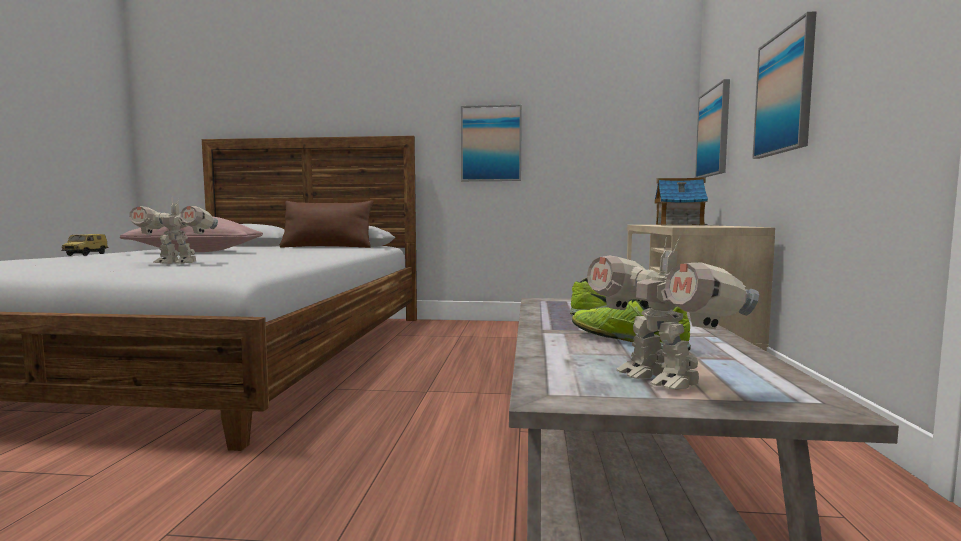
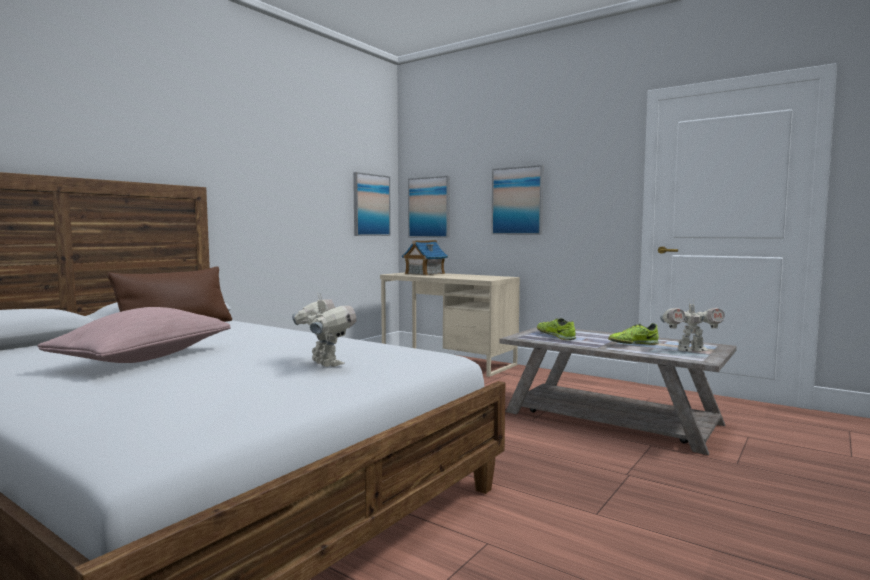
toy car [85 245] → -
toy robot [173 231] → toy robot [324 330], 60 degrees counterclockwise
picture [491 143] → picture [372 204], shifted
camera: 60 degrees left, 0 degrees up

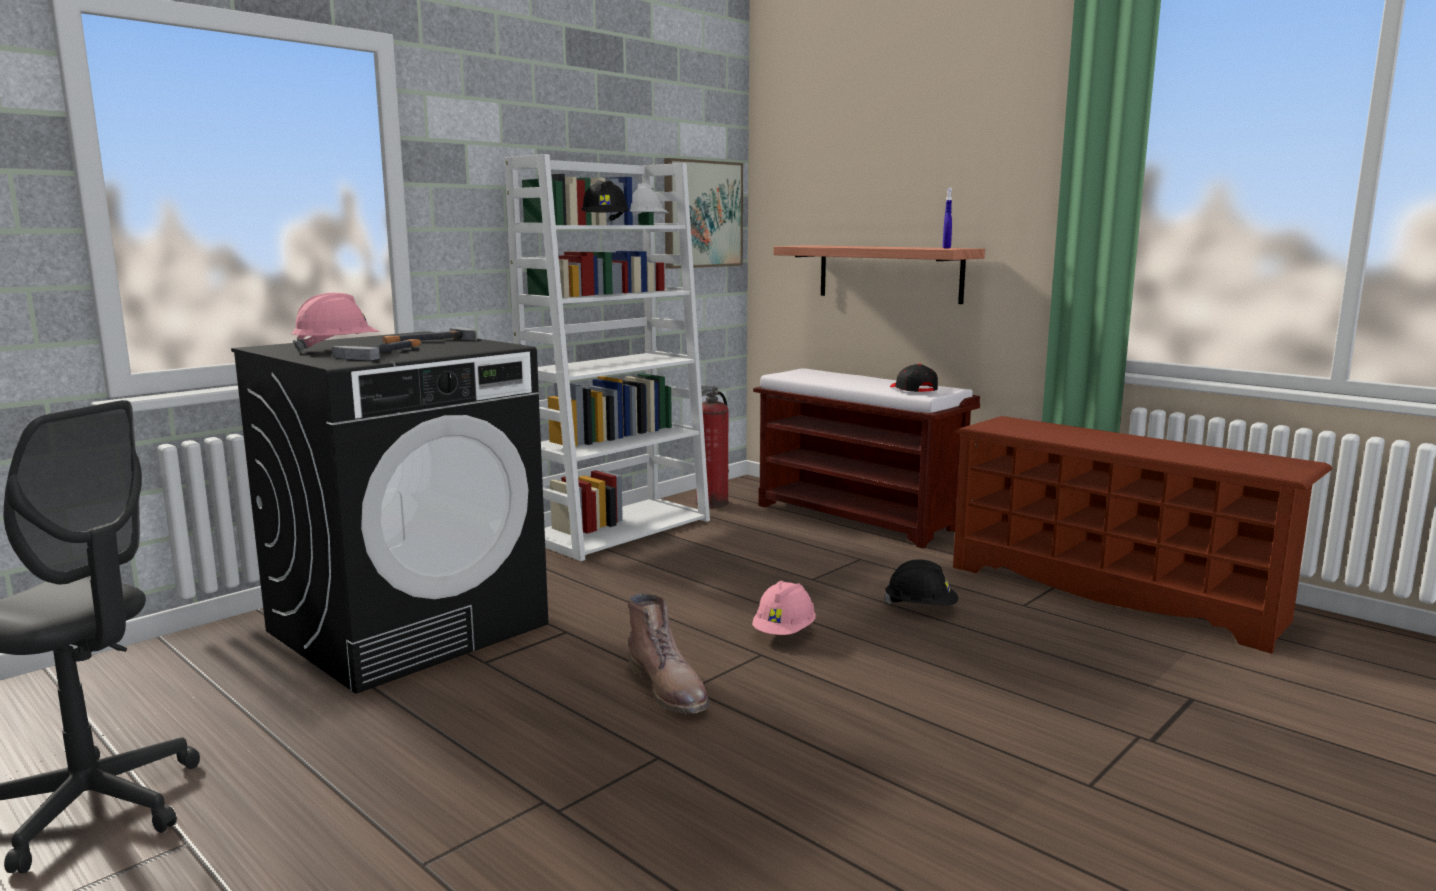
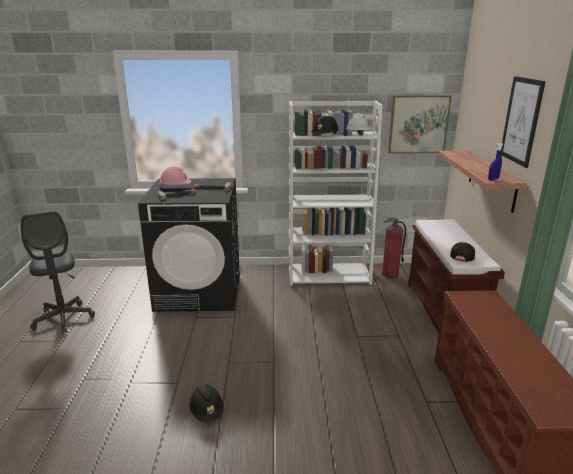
brown boot [669 653] → -
pink hard hat [784 608] → -
black hard hat [921 582] → black hard hat [206 403], shifted
- → picture [523 122]
camera: 45 degrees right, 10 degrees up

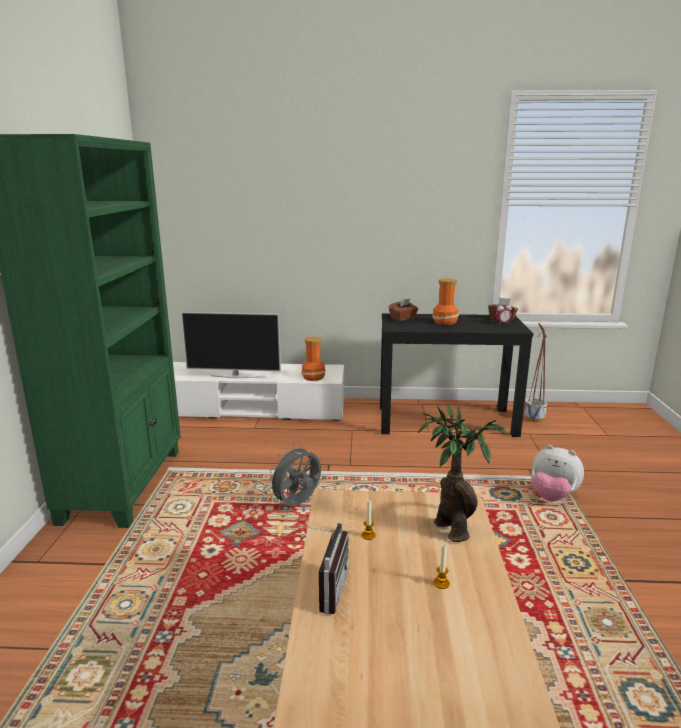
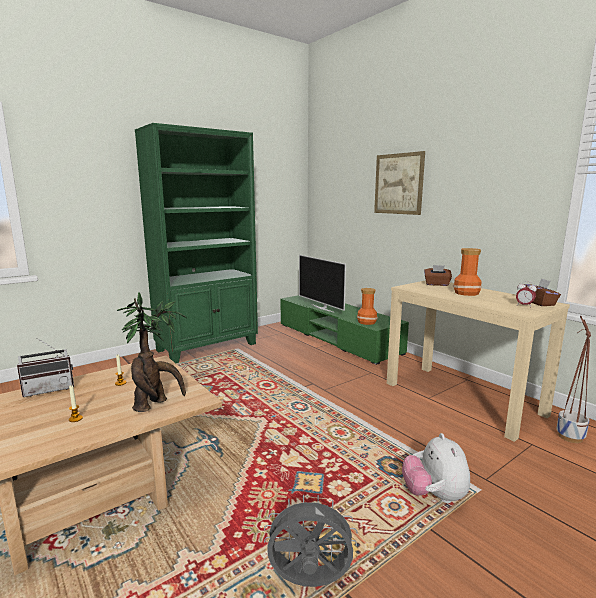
white tv stand [258 391] → green tv stand [345 330]
grey fan [294 475] → grey fan [311 541], shifted
black console table [456 375] → beige console table [478 361]
- → picture [399 183]
camera: 50 degrees right, 5 degrees down

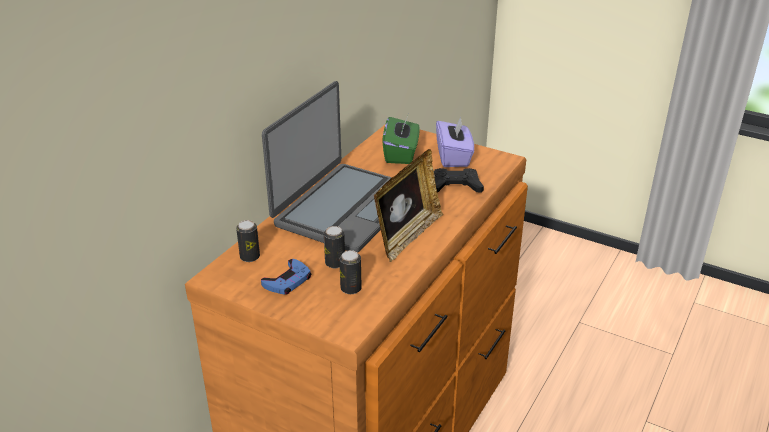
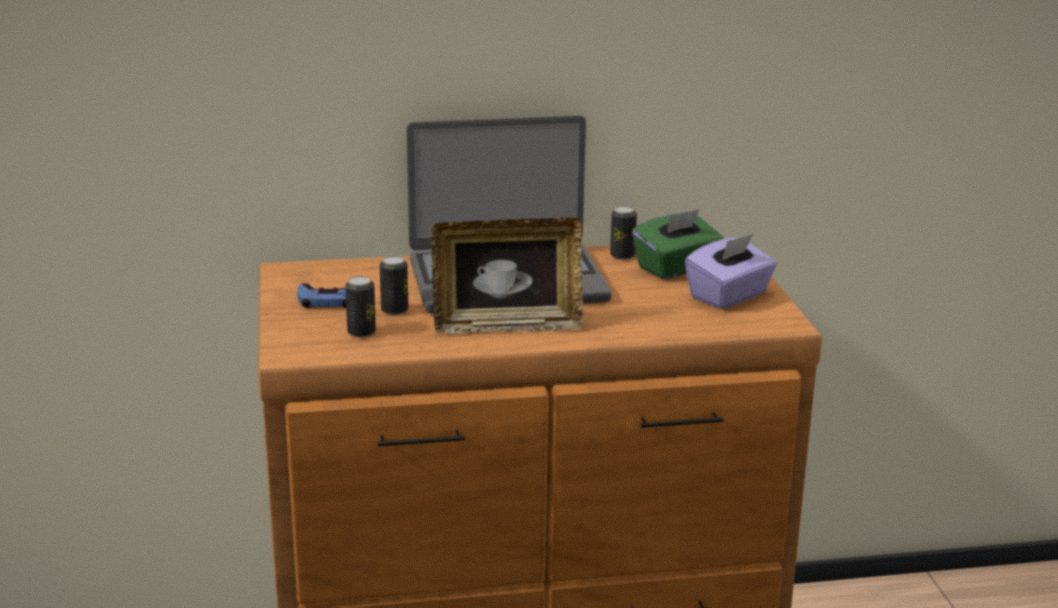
can [248 241] → can [623 233], shifted
black game controller [459 180] → -
camera: 50 degrees right, 10 degrees down

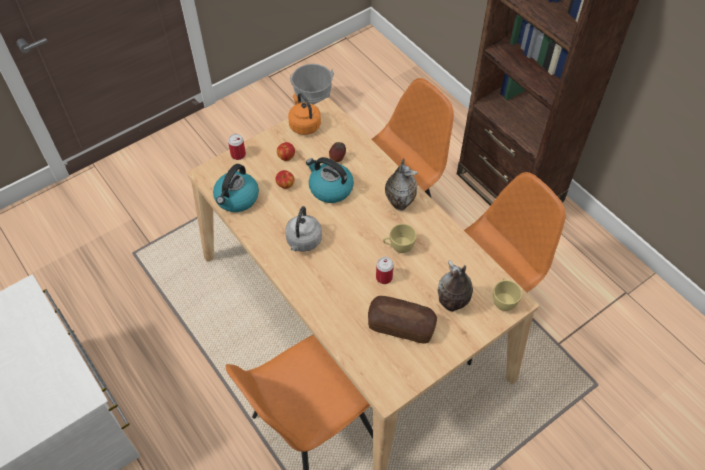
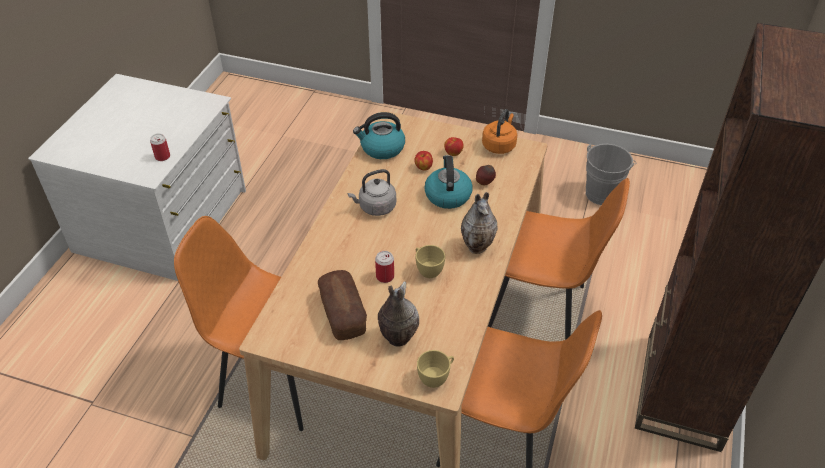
can [237 147] → can [160 147], shifted
camera: 55 degrees right, 10 degrees down

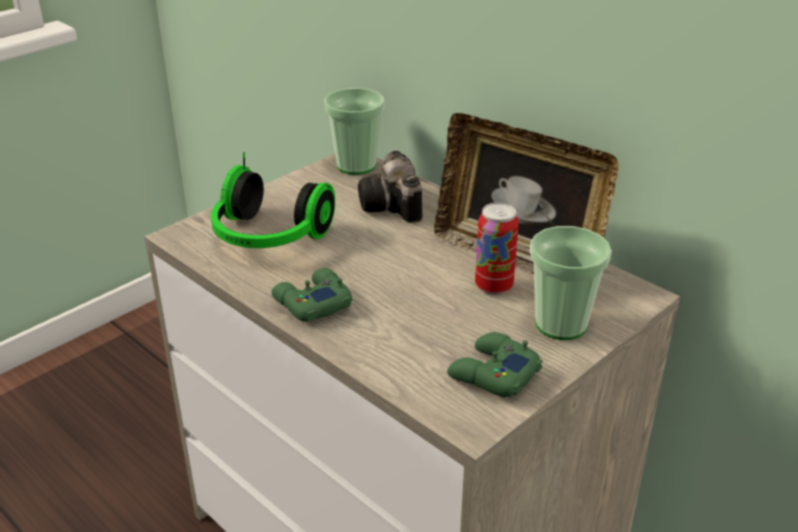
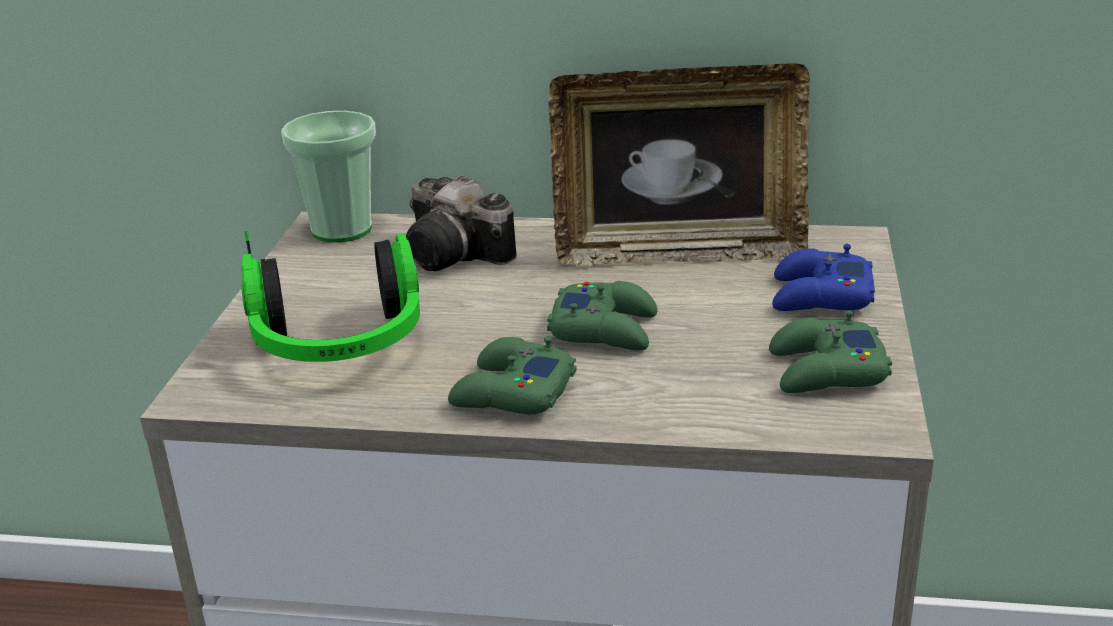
can [497 248] → -
cup [571 283] → blue game controller [823 277]
- → green game controller [602 316]
camera: 35 degrees left, 5 degrees down

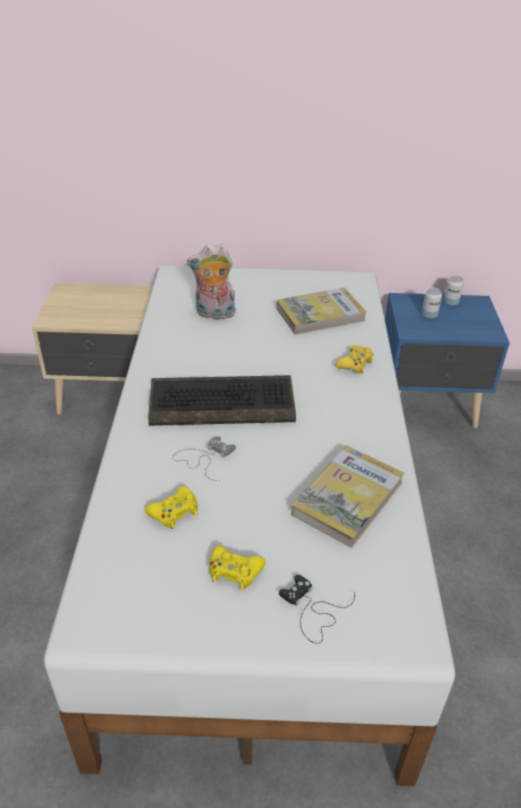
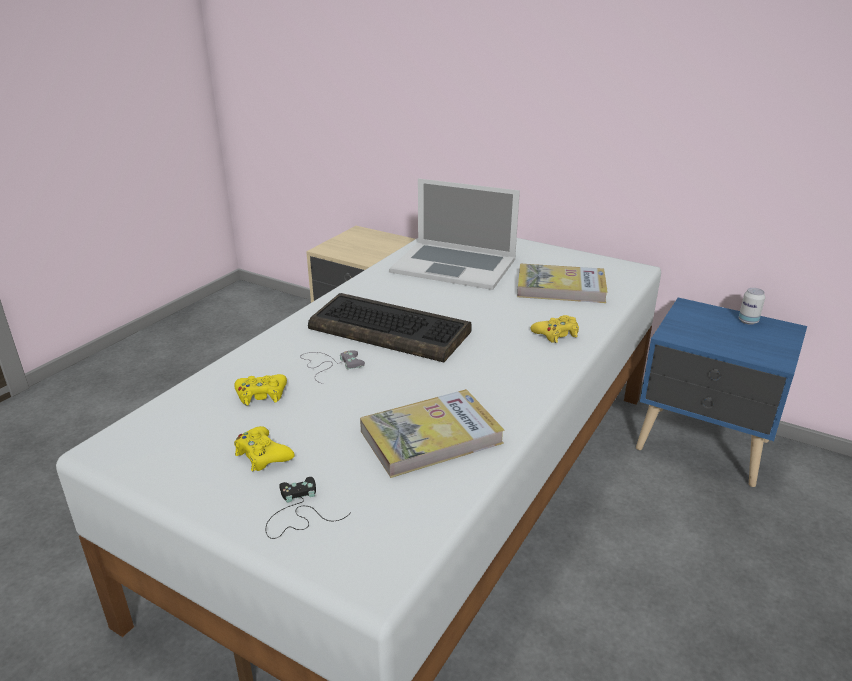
plush toy [211 281] → laptop [454 234]
can [432 303] → -
camera: 30 degrees right, 10 degrees down

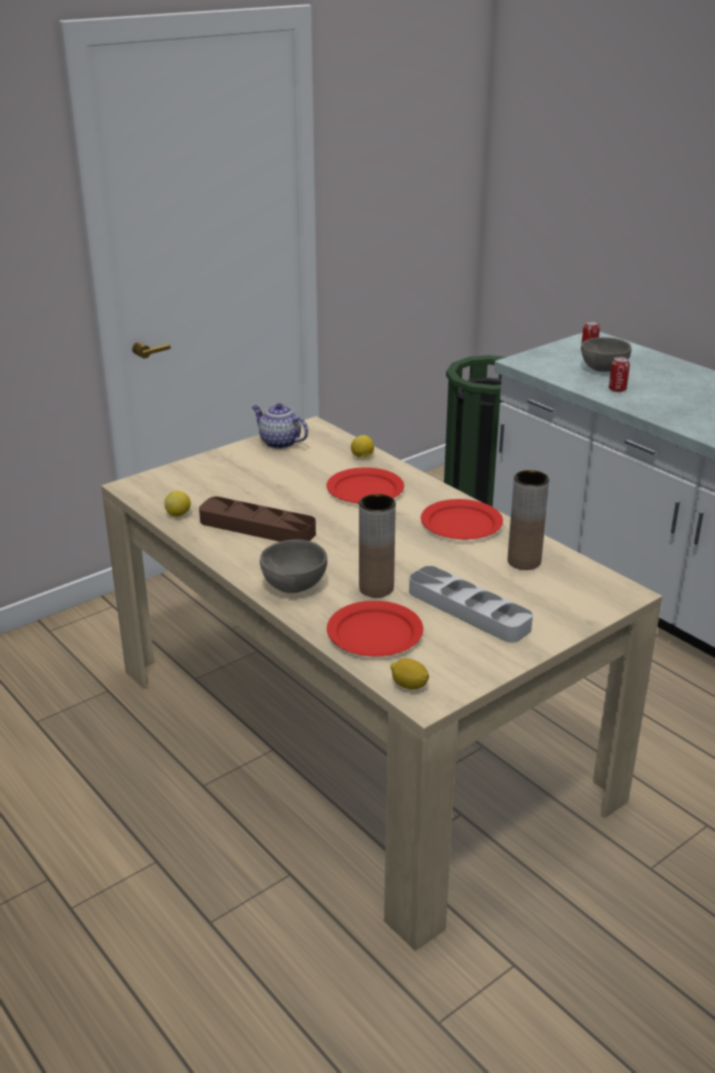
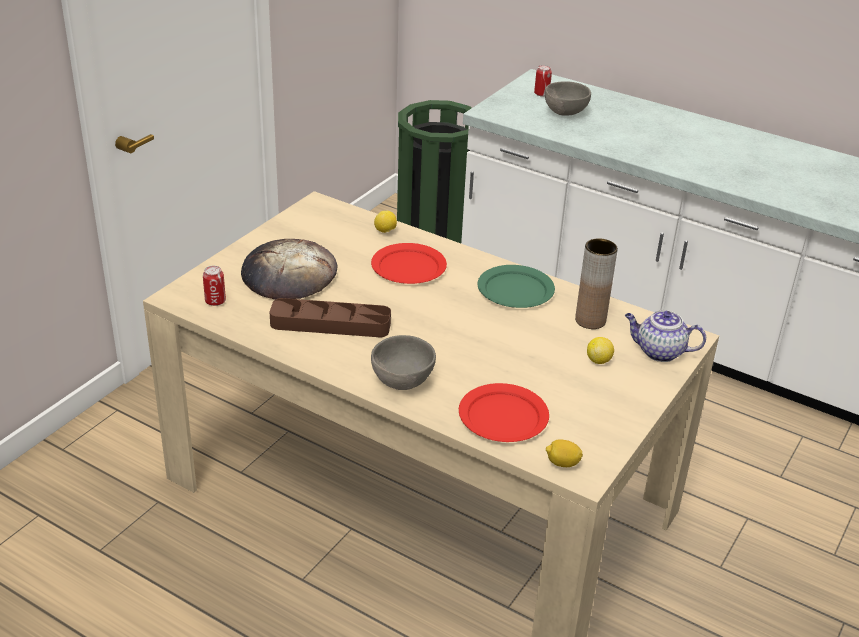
lemon [177 504] → lemon [600 350], shifted
teapot [280 426] → teapot [665 336], shifted
brown vase [377 546] → -
grey tray [471 604] → -
red plate [462 519] → green plate [516 286]
can [619 374] → can [214 286], shifted
- → bread [289 269]
camera: 20 degrees left, 5 degrees up

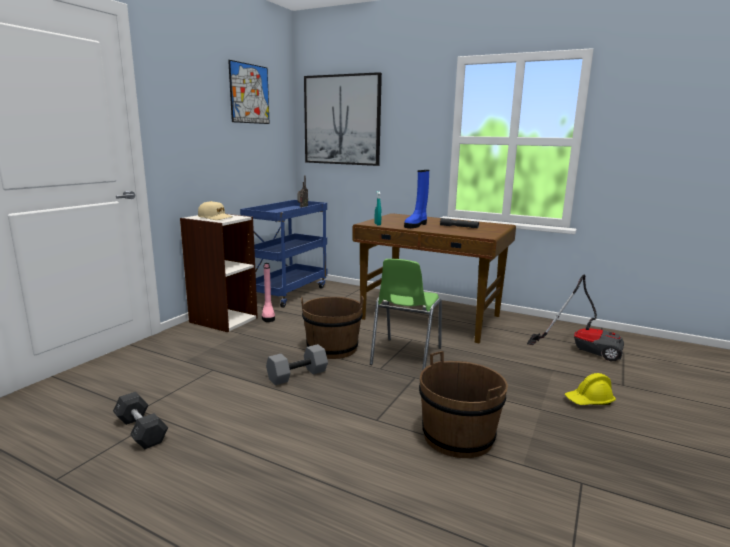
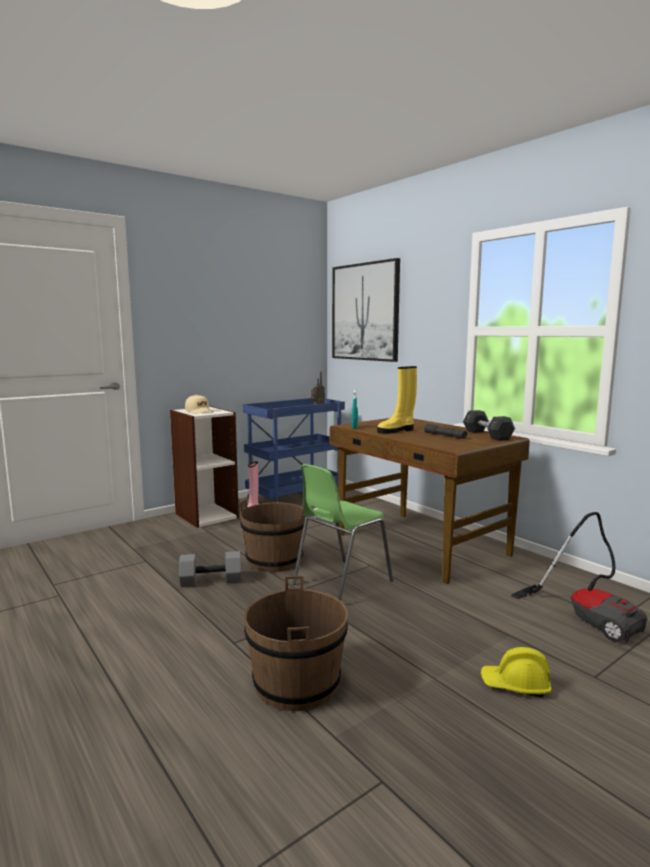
grey dumbbell [140 420] → grey dumbbell [489 425], shifted
picture [249 92] → -
blue boot [416 199] → yellow boot [397 400]
camera: 25 degrees right, 5 degrees down

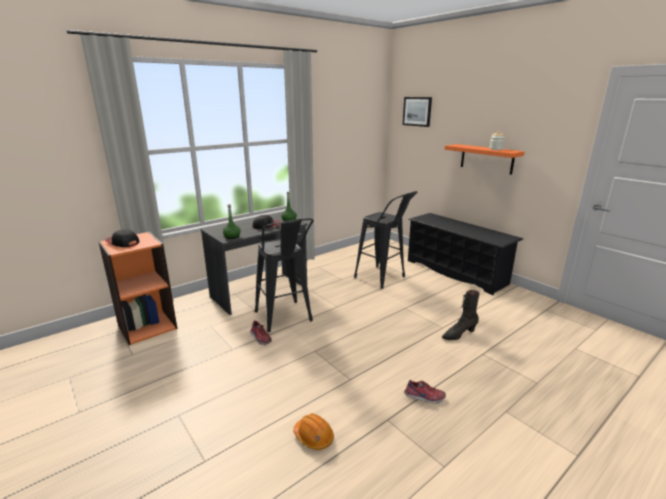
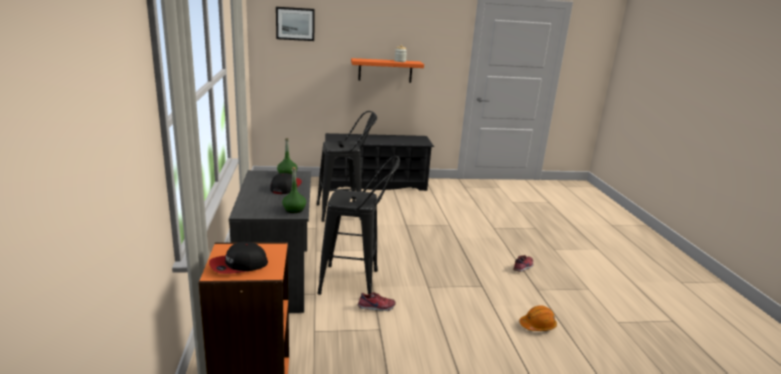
black boot [461 315] → -
camera: 60 degrees left, 0 degrees up

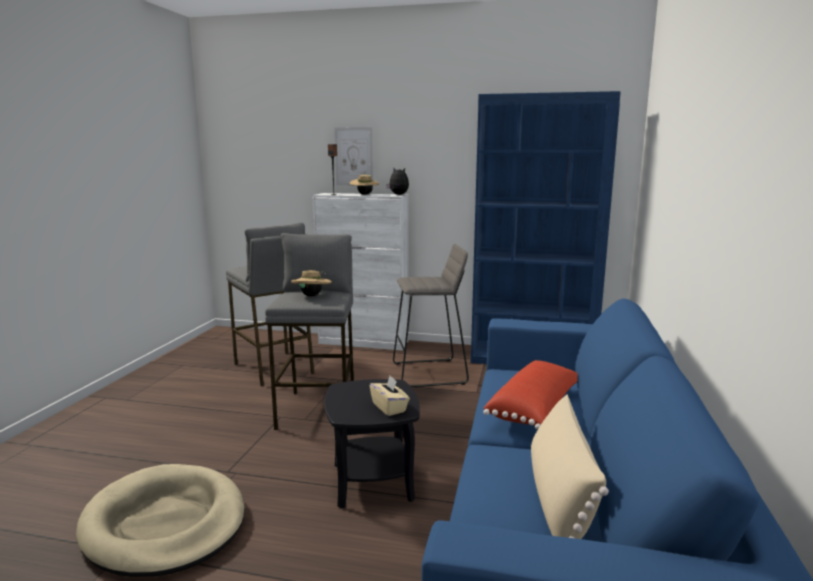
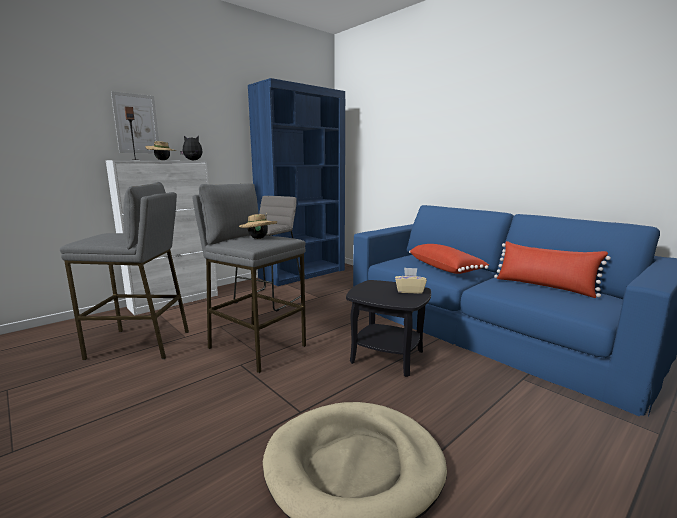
beige pillow [570 467] → red pillow [552 269]
camera: 55 degrees left, 0 degrees up

